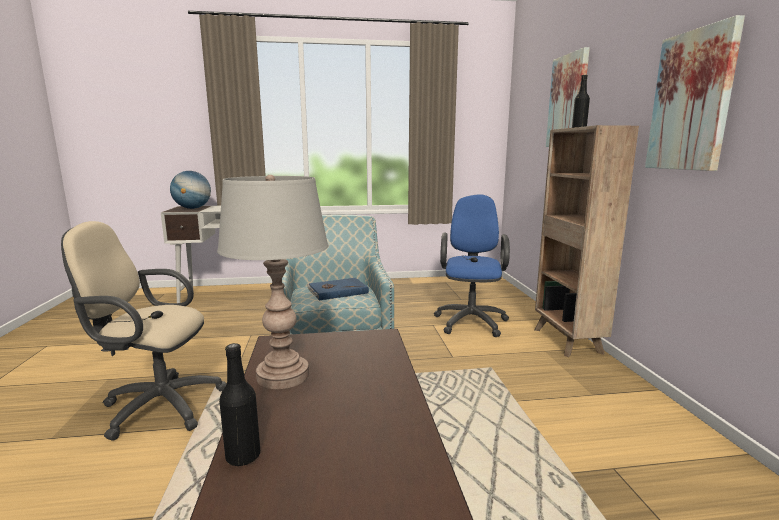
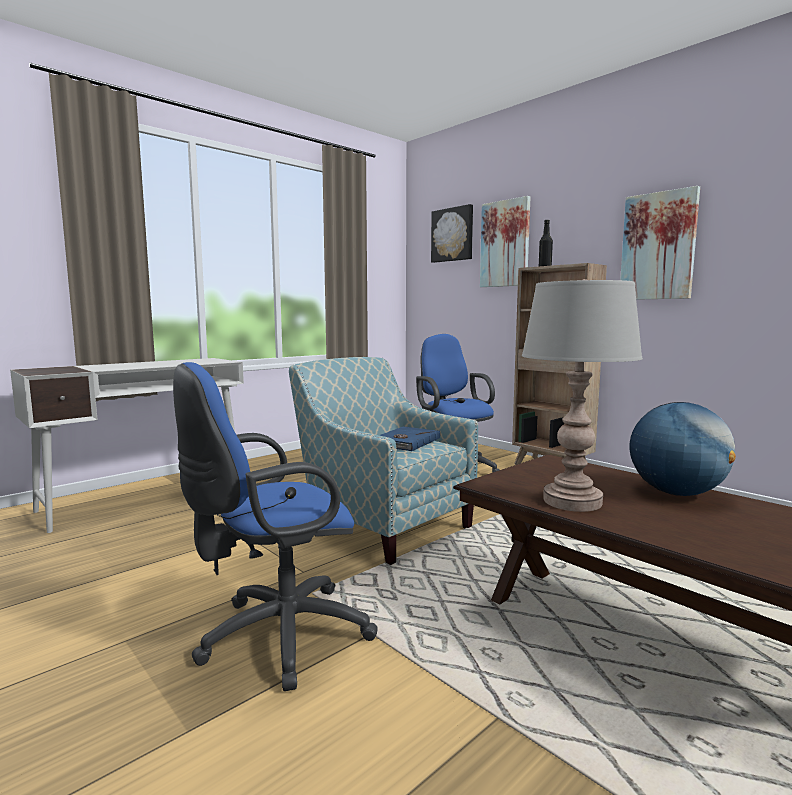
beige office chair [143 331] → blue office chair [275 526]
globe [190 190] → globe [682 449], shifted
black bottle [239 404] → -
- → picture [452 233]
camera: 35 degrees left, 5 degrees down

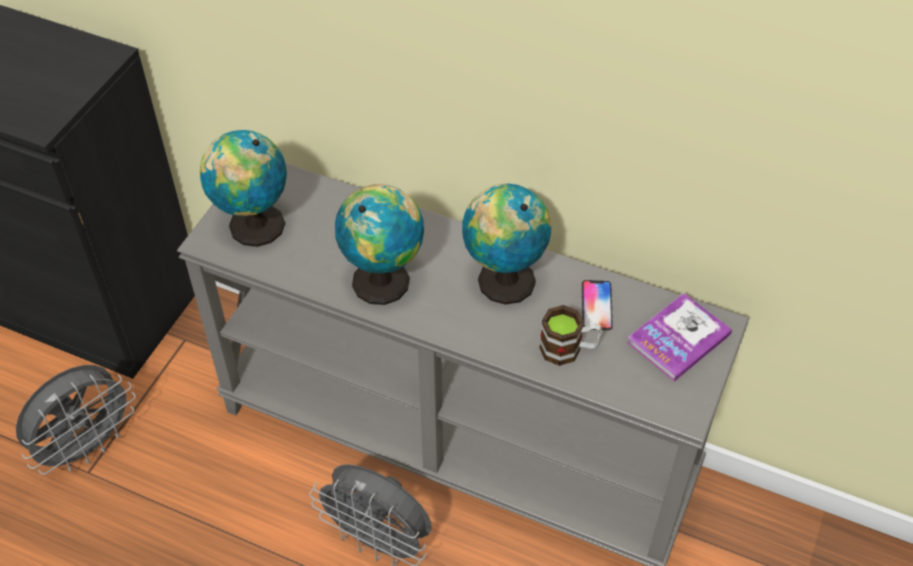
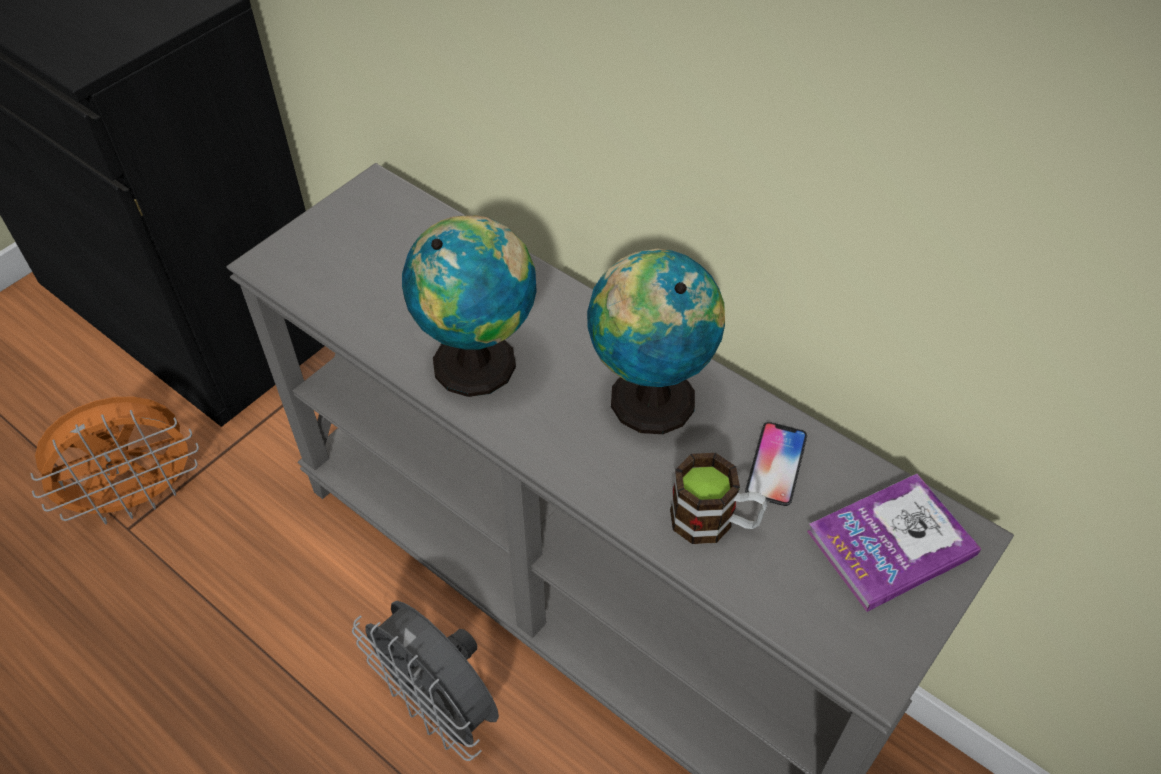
grey fan [76 420] → orange fan [115 460]
globe [243 188] → -
camera: 15 degrees right, 0 degrees up

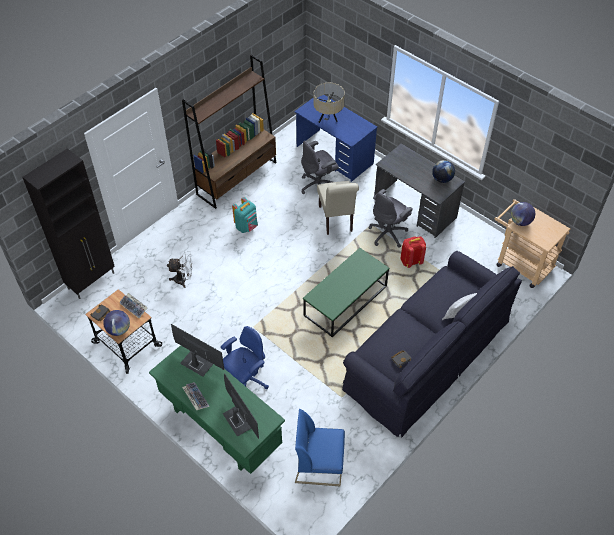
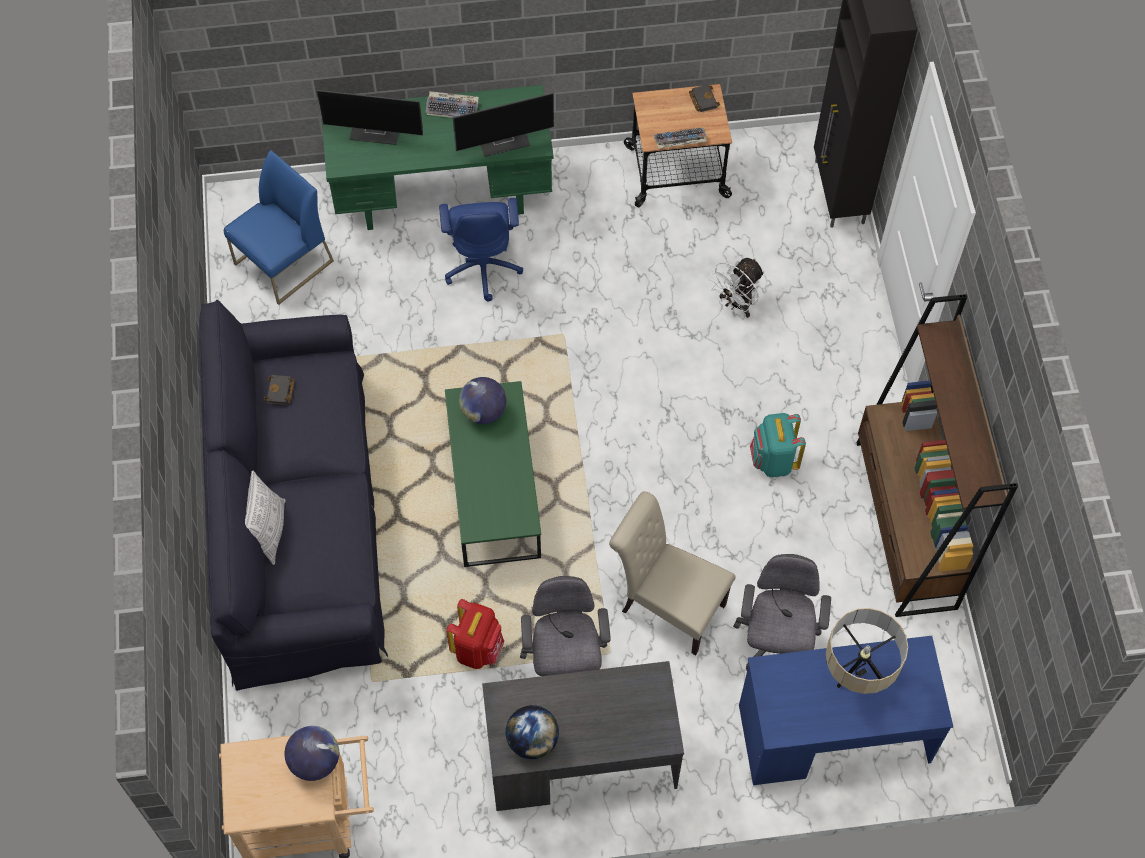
globe [116 323] → globe [482 400], shifted
camera: 130 degrees right, 10 degrees up

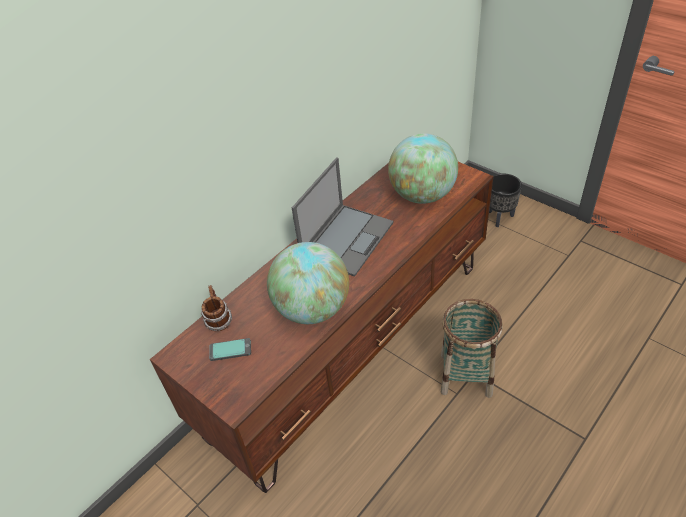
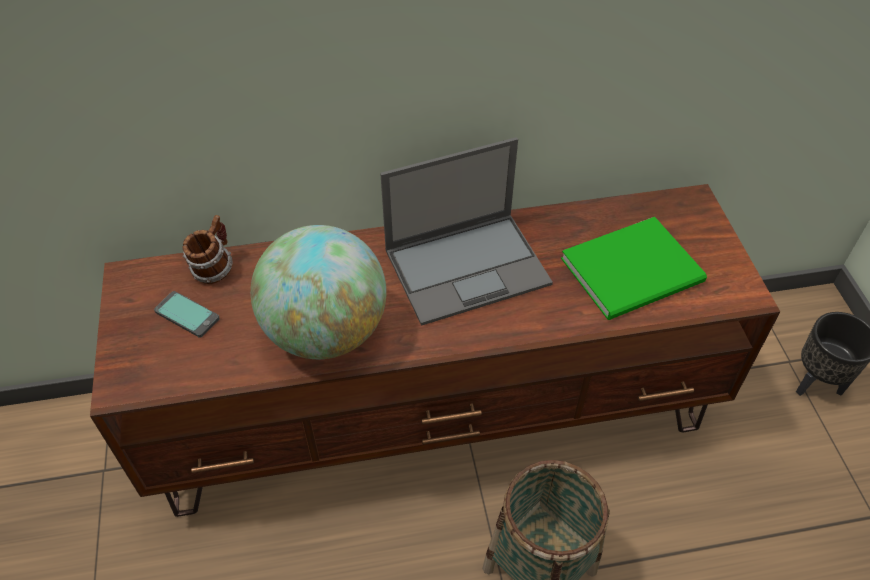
globe [423 168] → green book [634 268]
camera: 35 degrees right, 5 degrees up

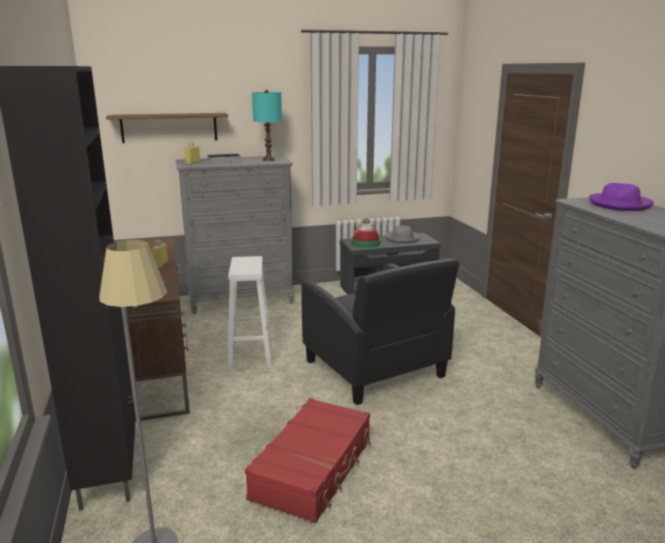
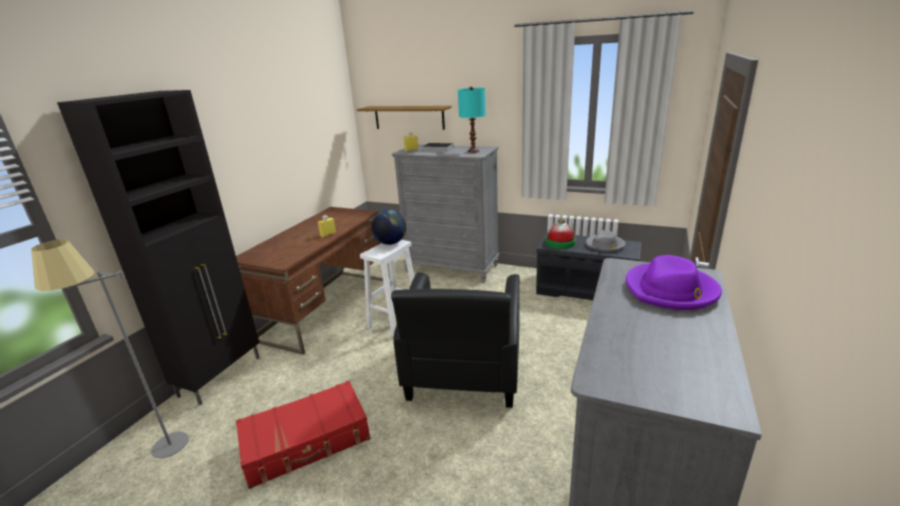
- → globe [388 227]
camera: 40 degrees right, 5 degrees up

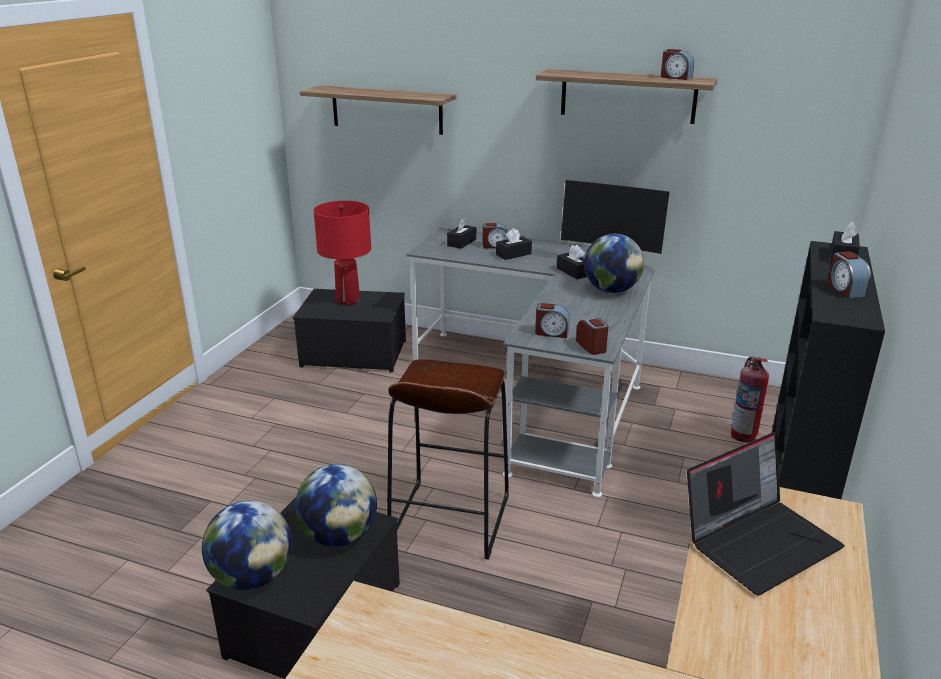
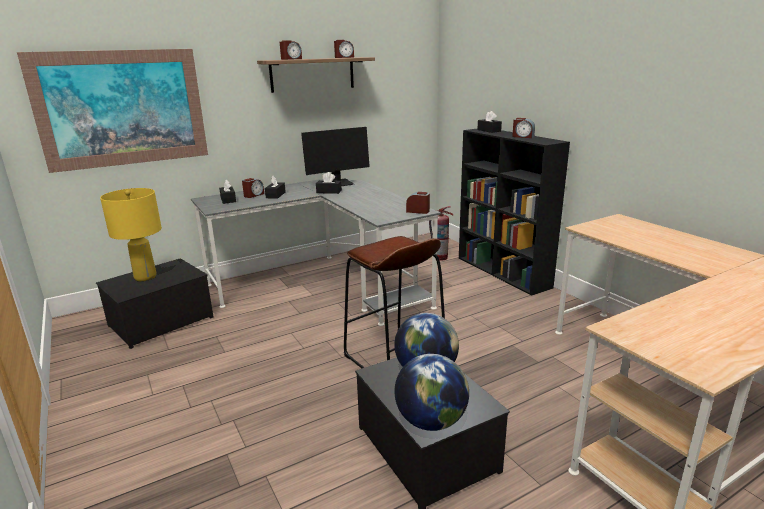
shelf [378 110] → picture [112 111]
red table lamp [342 253] → yellow table lamp [131 234]
alarm clock [552 320] → alarm clock [291 50], shifted
globe [614 263] → -
laptop [766 514] → -
camera: 50 degrees left, 5 degrees down

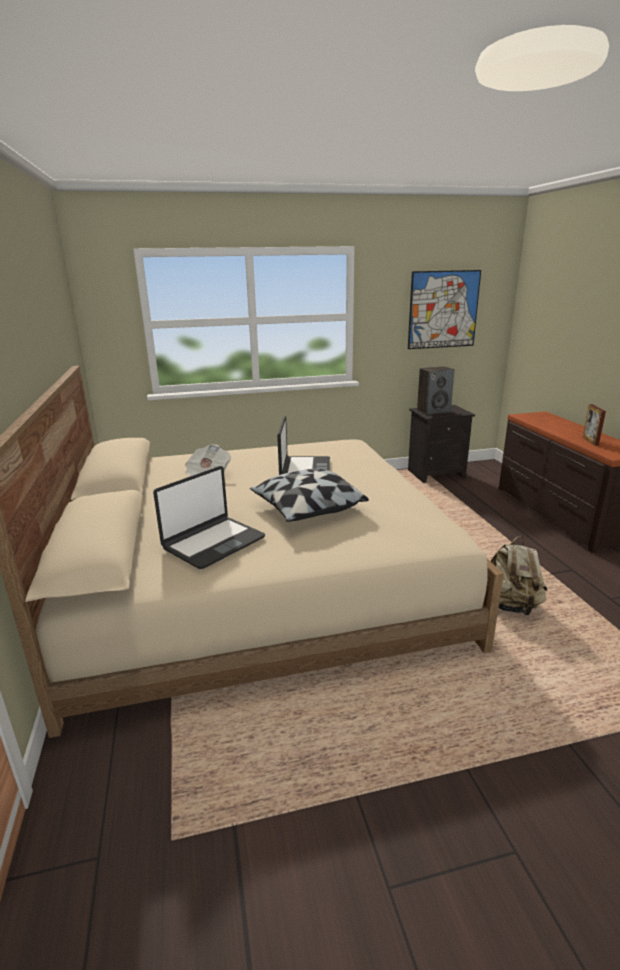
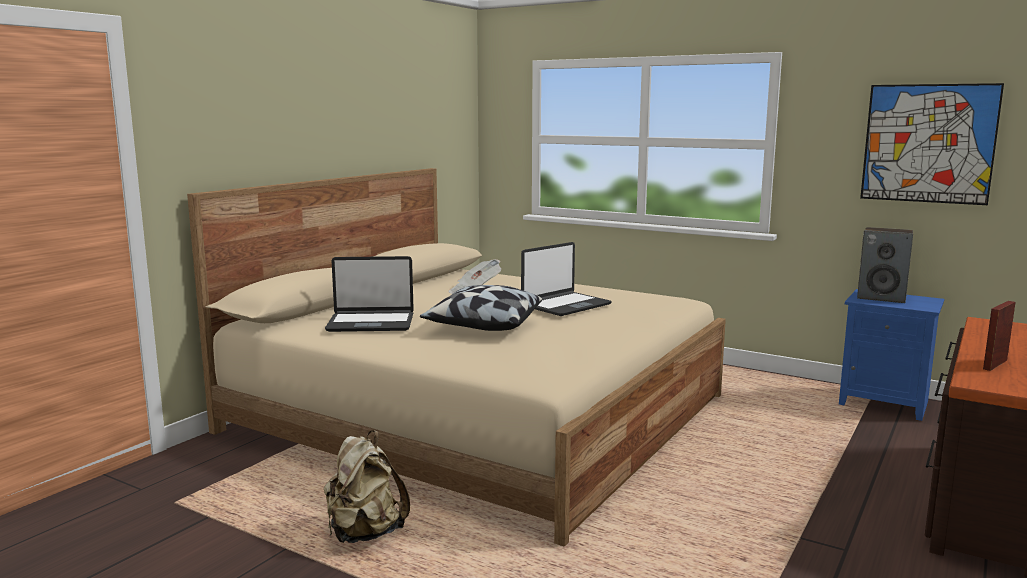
black nightstand [441 444] → blue nightstand [891 355]
beige backpack [519 576] → beige backpack [367 486], shifted
camera: 45 degrees right, 10 degrees down

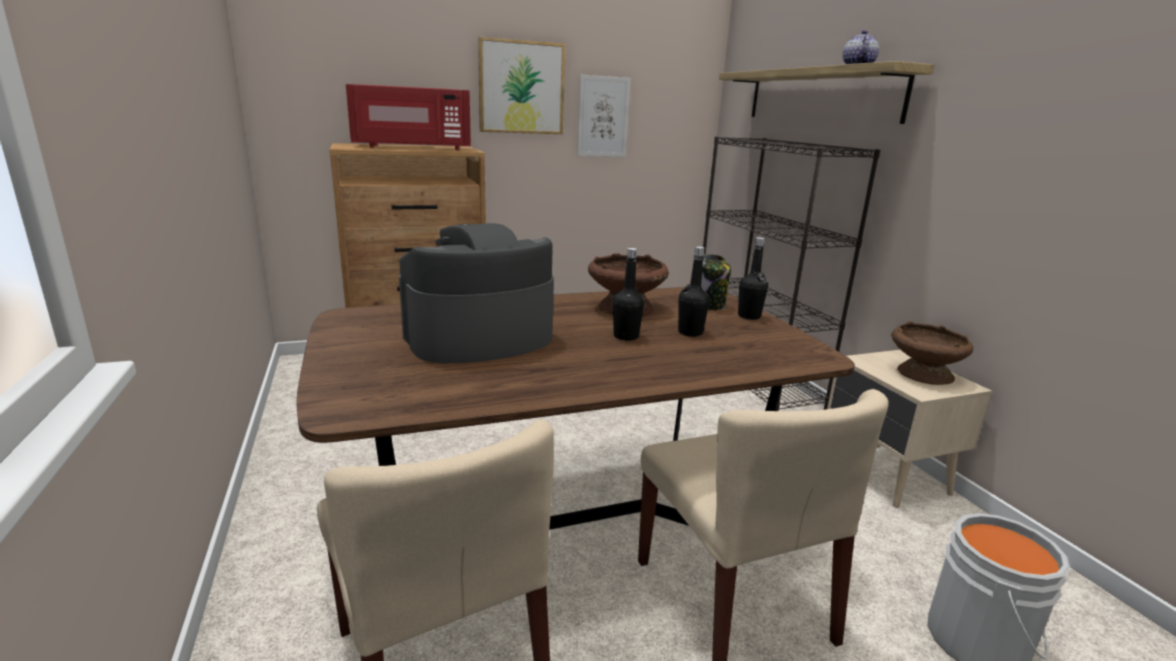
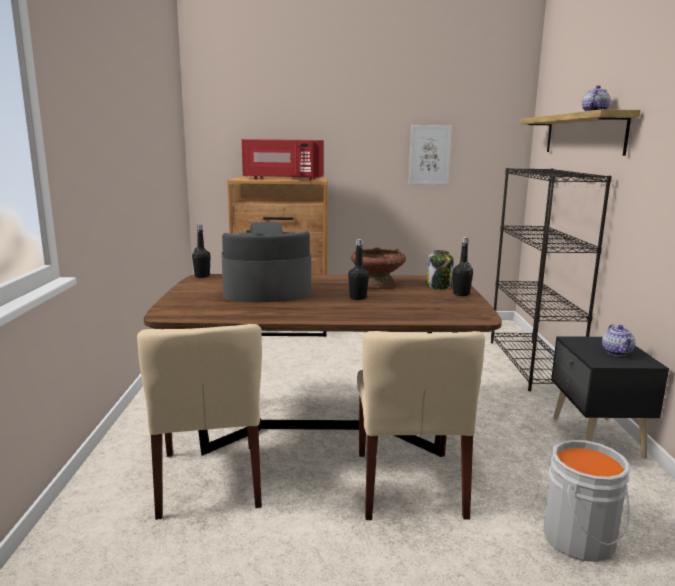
picture [521 85] → -
black bottle [694 291] → black bottle [201 251], shifted
beige nightstand [909 429] → black nightstand [610 397]
brown bowl [933 353] → teapot [618 340]
camera: 20 degrees right, 5 degrees down

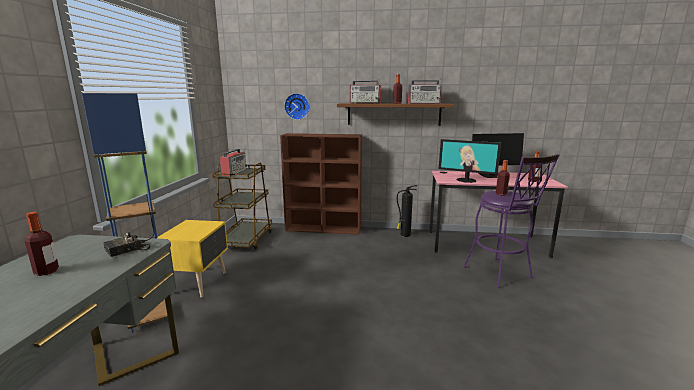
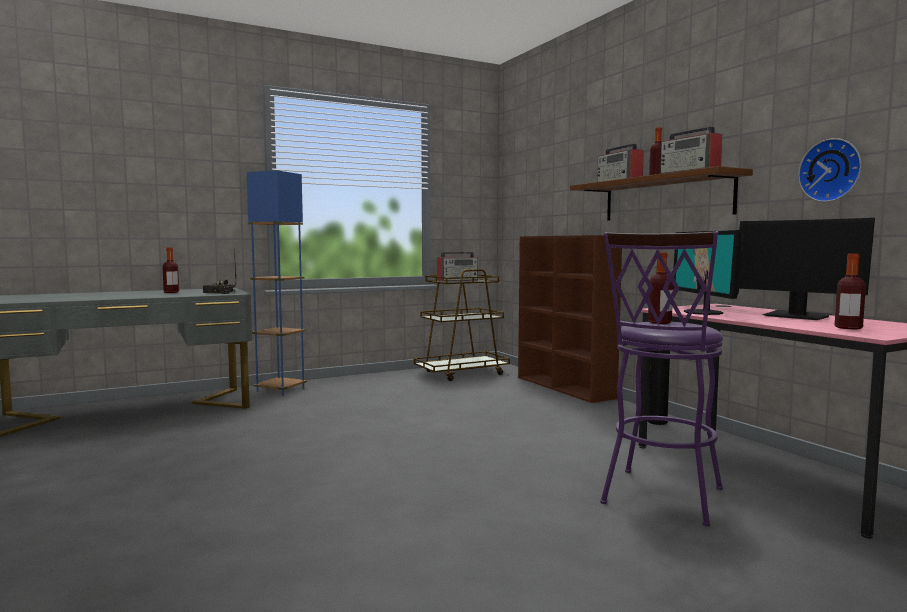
yellow nightstand [192 259] → -
wall clock [297 106] → wall clock [830 170], shifted
camera: 55 degrees right, 10 degrees down

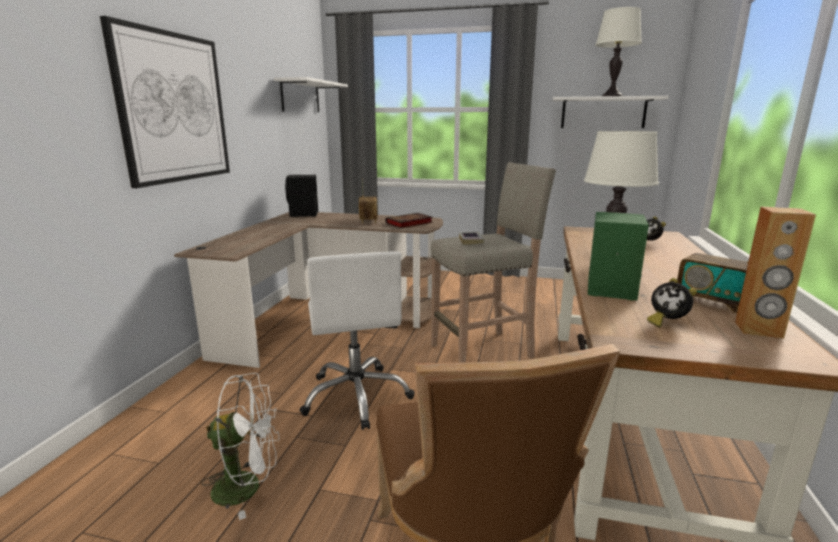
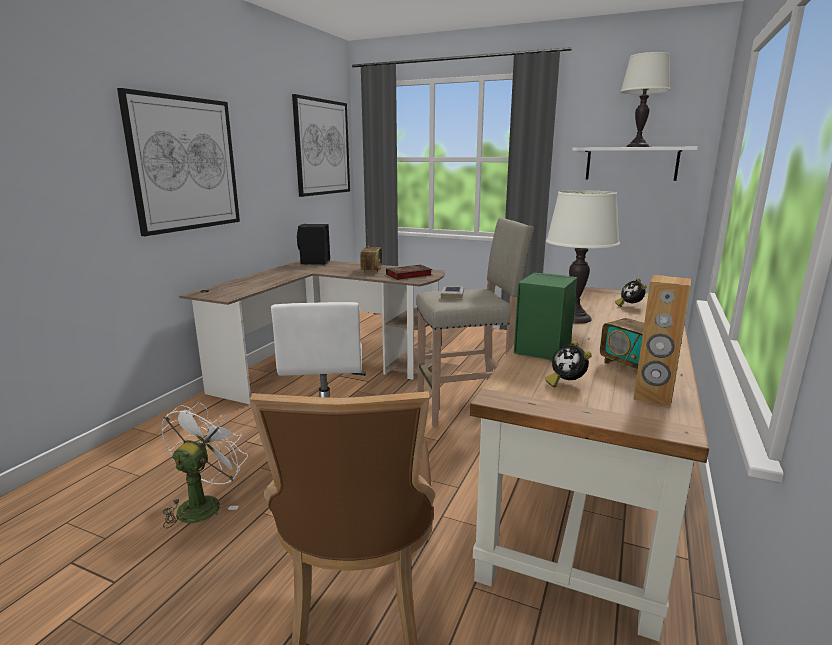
white fan [241 446] → white fan [204 465], 75 degrees counterclockwise
white shelf [311 95] → picture [321 145]
camera: 10 degrees right, 0 degrees up

